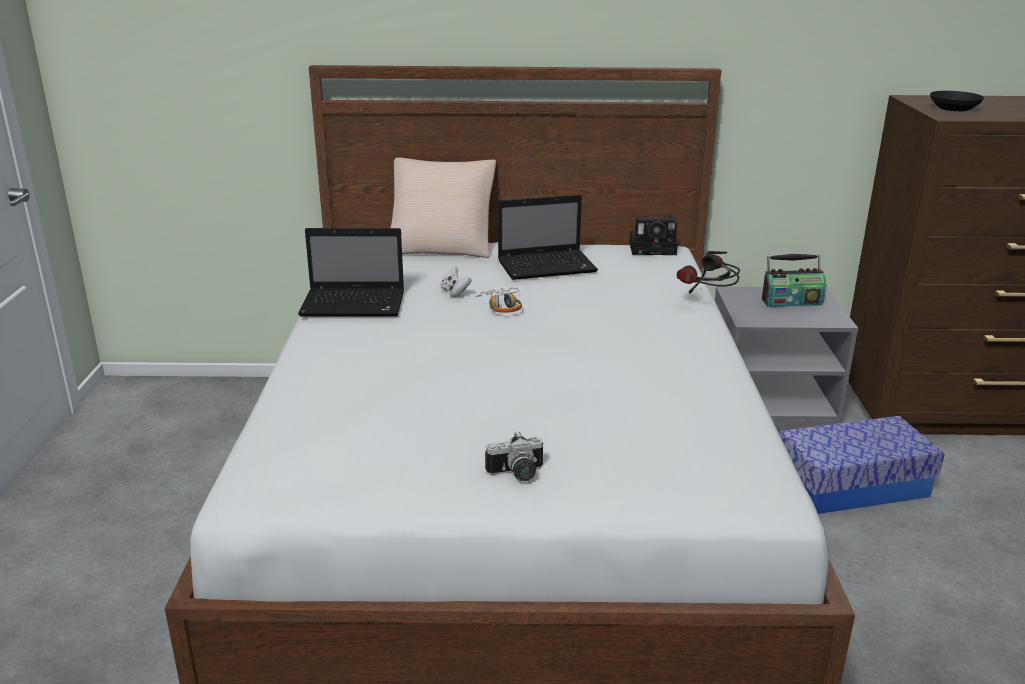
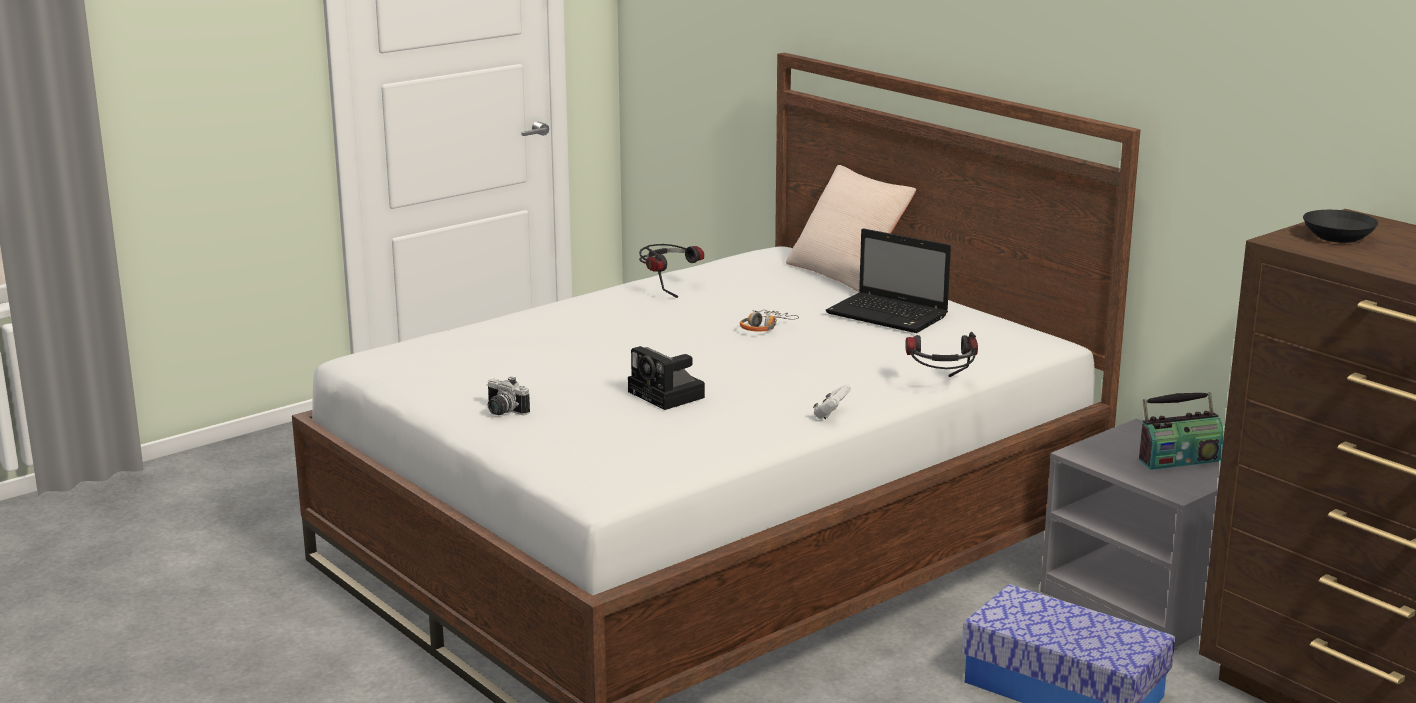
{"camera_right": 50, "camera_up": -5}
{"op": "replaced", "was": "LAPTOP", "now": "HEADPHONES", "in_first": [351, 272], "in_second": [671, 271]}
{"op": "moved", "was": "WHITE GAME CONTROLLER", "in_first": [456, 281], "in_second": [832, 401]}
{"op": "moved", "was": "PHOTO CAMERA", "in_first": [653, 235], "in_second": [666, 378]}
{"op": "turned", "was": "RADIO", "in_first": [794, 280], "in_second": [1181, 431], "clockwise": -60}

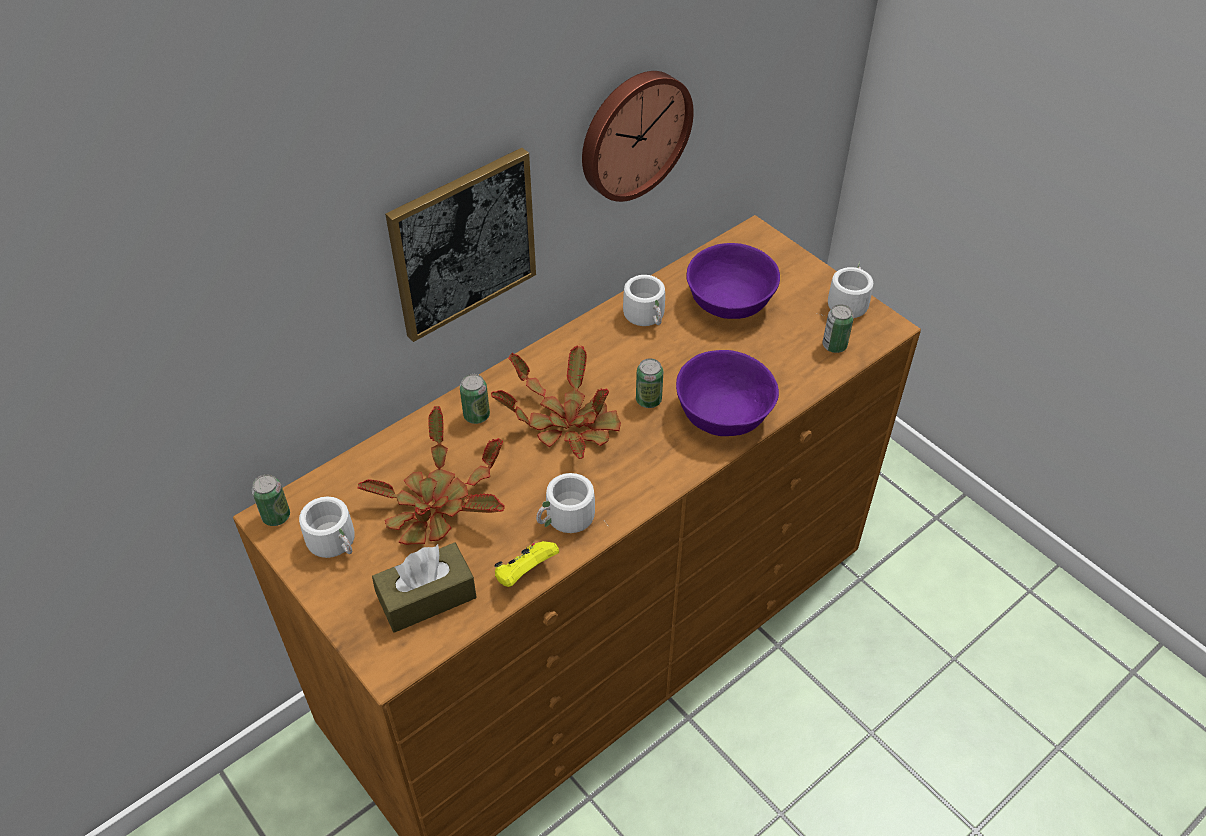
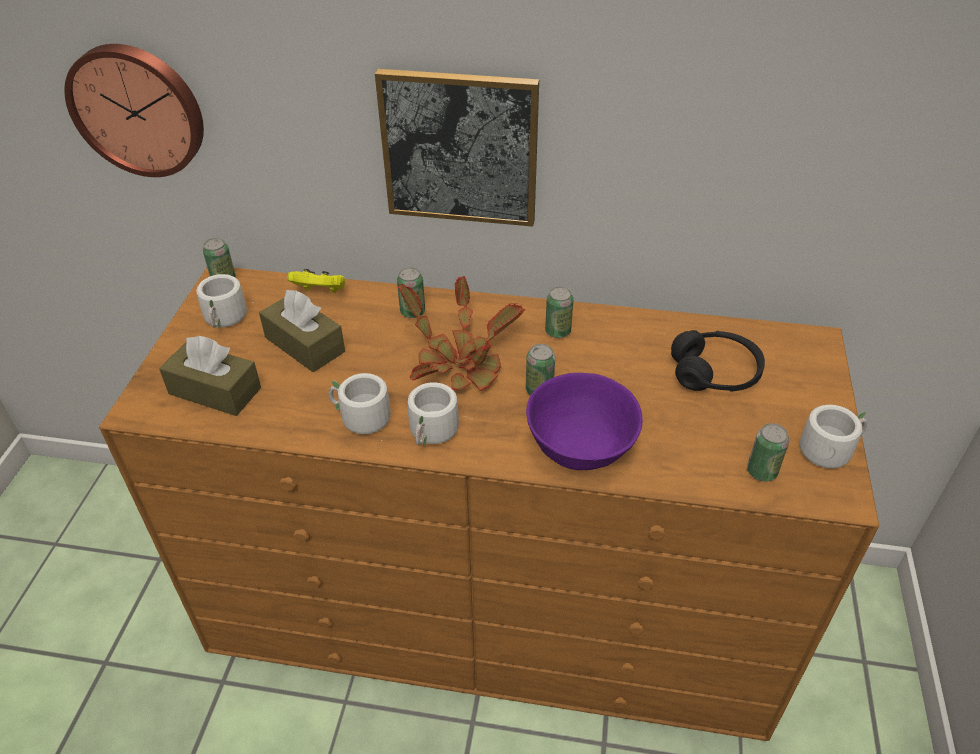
{"camera_right": 50, "camera_up": -5}
{"op": "replaced", "was": "POTTED PLANT", "now": "BROWN TISSUE BOX", "in_first": [431, 475], "in_second": [302, 331]}
{"op": "moved", "was": "YELLOW GAME CONTROLLER", "in_first": [526, 564], "in_second": [316, 281]}
{"op": "moved", "was": "WALL CLOCK", "in_first": [638, 136], "in_second": [134, 110]}
{"op": "moved", "was": "WHITE MUG", "in_first": [644, 300], "in_second": [433, 414]}
{"op": "replaced", "was": "PURPLE BOWL", "now": "BLACK HEADPHONES", "in_first": [733, 281], "in_second": [718, 361]}
{"op": "added", "now": "CAN", "in_second": [559, 312]}

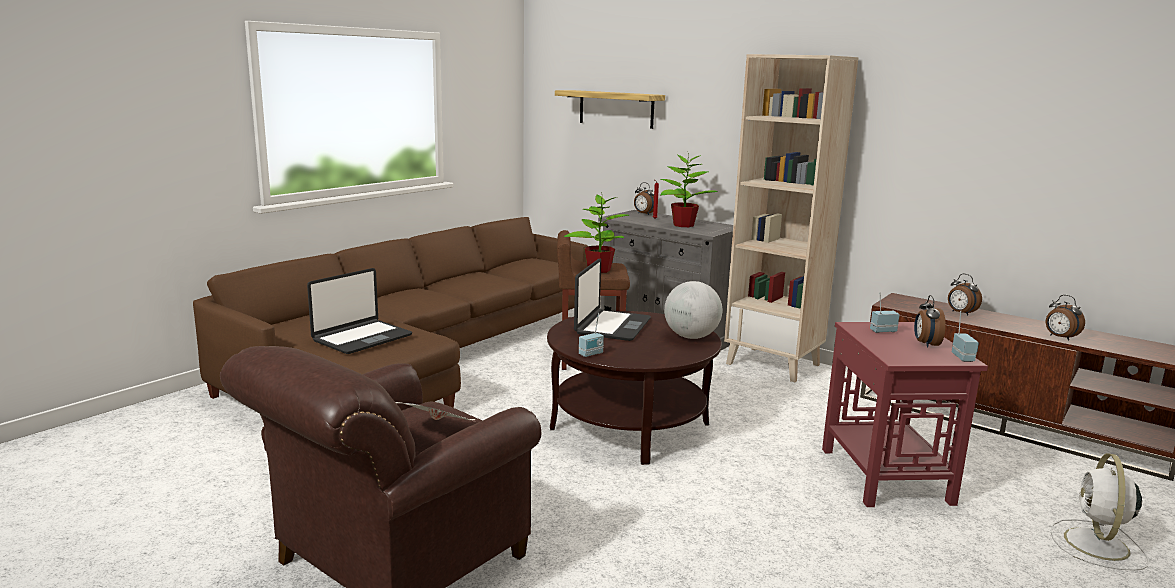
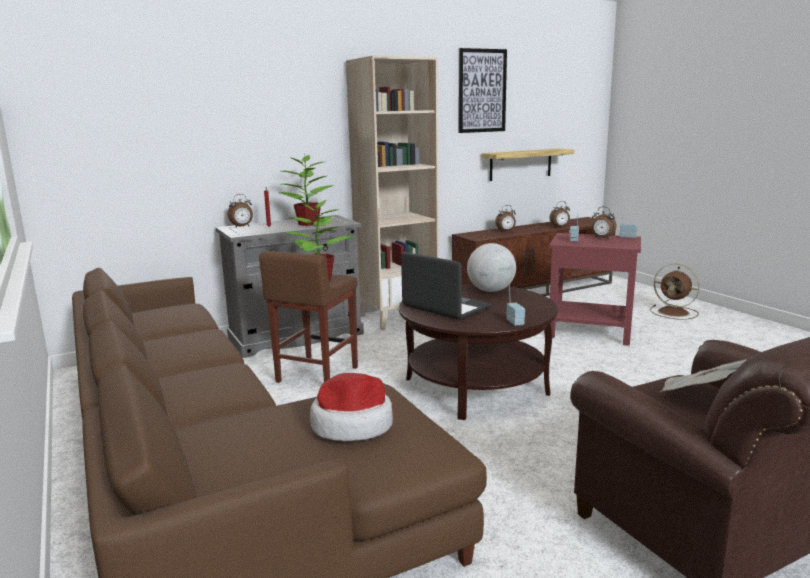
{"camera_right": -65, "camera_up": 0}
{"op": "replaced", "was": "LAPTOP", "now": "HAT", "in_first": [359, 311], "in_second": [351, 407]}
{"op": "moved", "was": "SHELF", "in_first": [610, 109], "in_second": [528, 165]}
{"op": "recoloured", "was": "WHITE FAN", "now": "BROWN FAN", "in_first": [1100, 512], "in_second": [675, 291]}
{"op": "added", "now": "PICTURE", "in_second": [483, 90]}

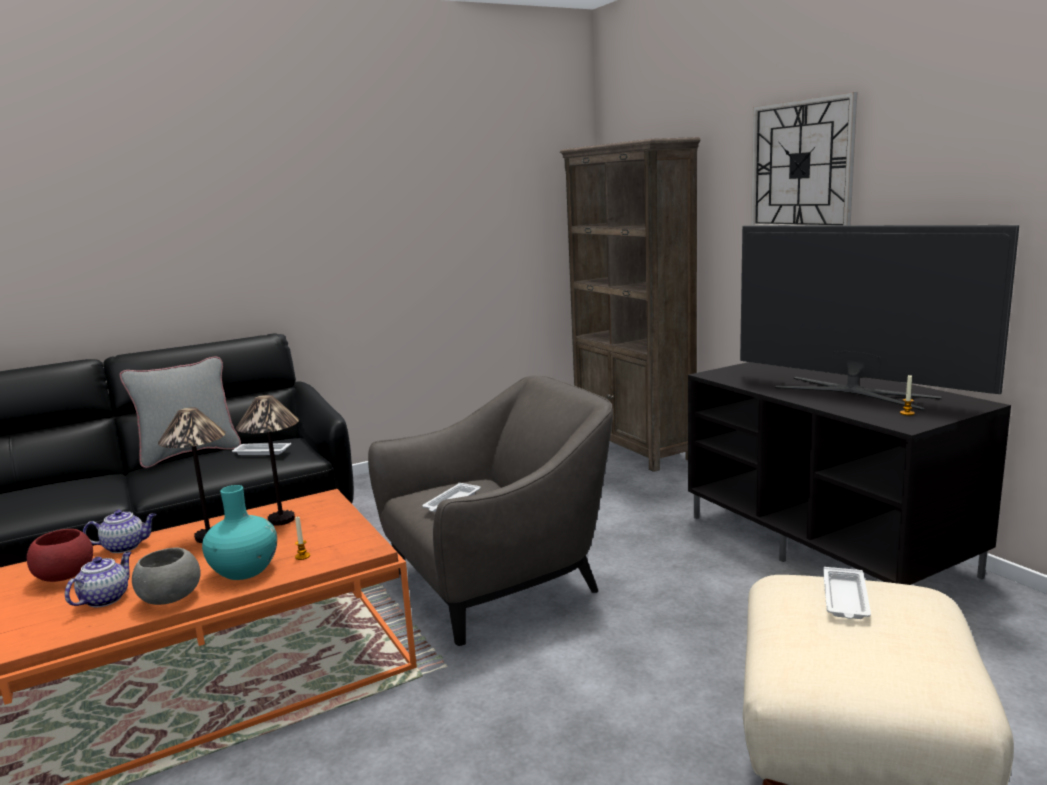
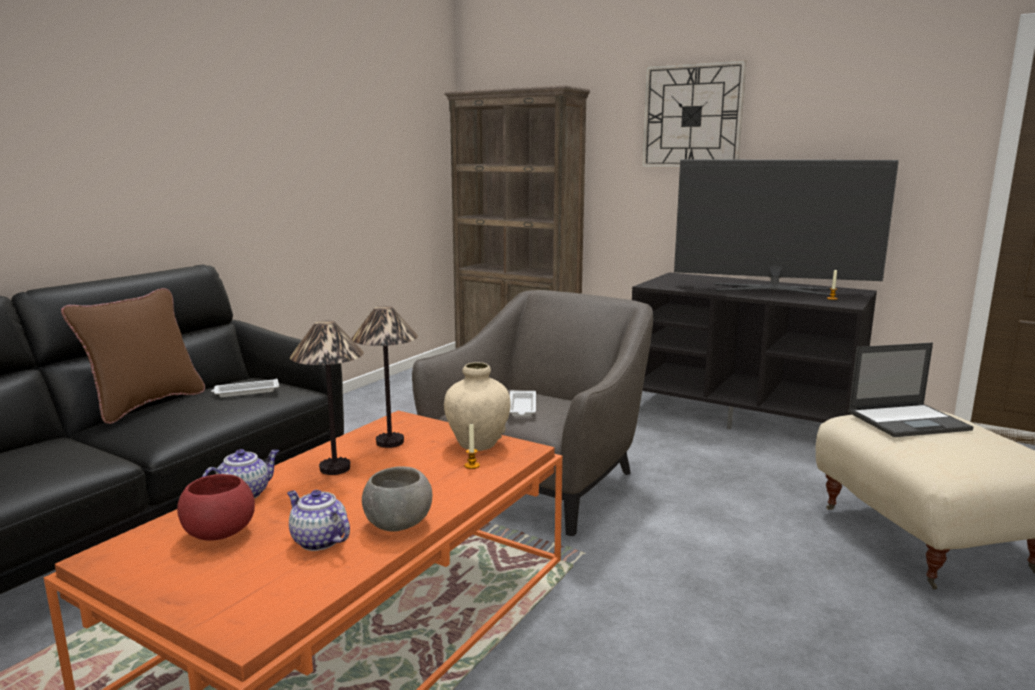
{"camera_right": -30, "camera_up": 0}
{"op": "turned", "was": "TEAPOT", "in_first": [98, 579], "in_second": [318, 520], "clockwise": -45}
{"op": "recoloured", "was": "GREY PILLOW", "now": "BROWN PILLOW", "in_first": [180, 412], "in_second": [133, 356]}
{"op": "removed", "was": "TURQUOISE VASE", "in_first": [239, 532]}
{"op": "replaced", "was": "WHITE TRAY", "now": "LAPTOP", "in_first": [847, 593], "in_second": [910, 390]}
{"op": "added", "now": "BEIGE VASE", "in_second": [477, 406]}

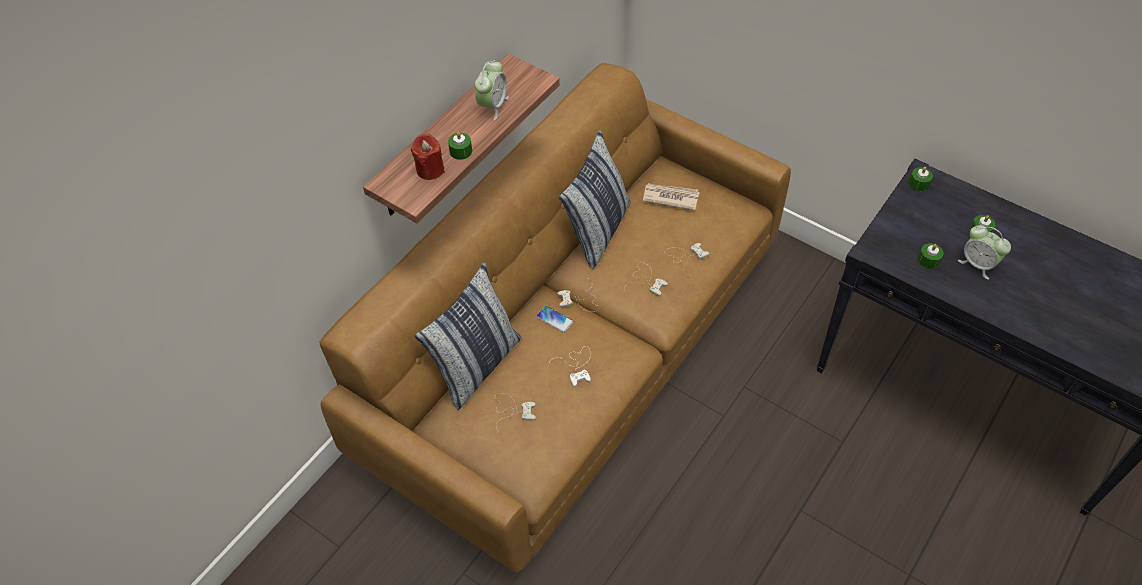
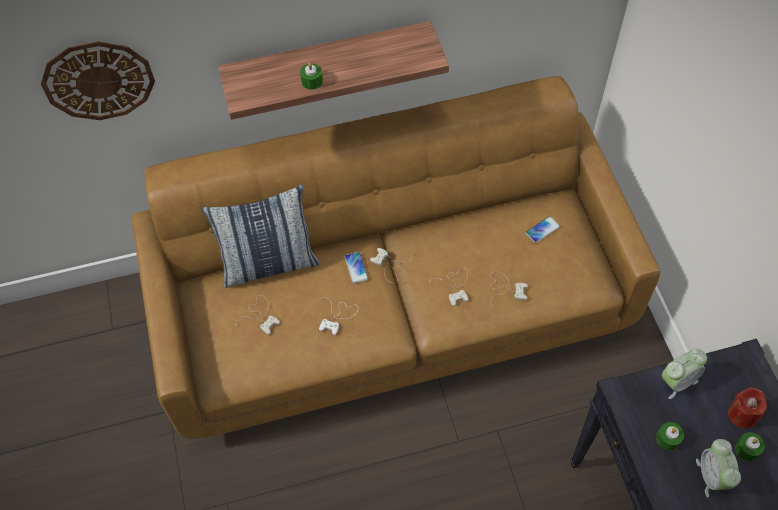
{"camera_right": 40, "camera_up": 5}
{"op": "moved", "was": "RED CANDLE", "in_first": [428, 157], "in_second": [747, 408]}
{"op": "moved", "was": "ALARM CLOCK", "in_first": [492, 90], "in_second": [684, 373]}
{"op": "removed", "was": "PILLOW", "in_first": [594, 199]}
{"op": "replaced", "was": "NEWSPAPER", "now": "PHONE", "in_first": [671, 197], "in_second": [543, 229]}
{"op": "removed", "was": "GREEN CANDLE", "in_first": [921, 179]}
{"op": "added", "now": "WALL CLOCK", "in_second": [98, 80]}

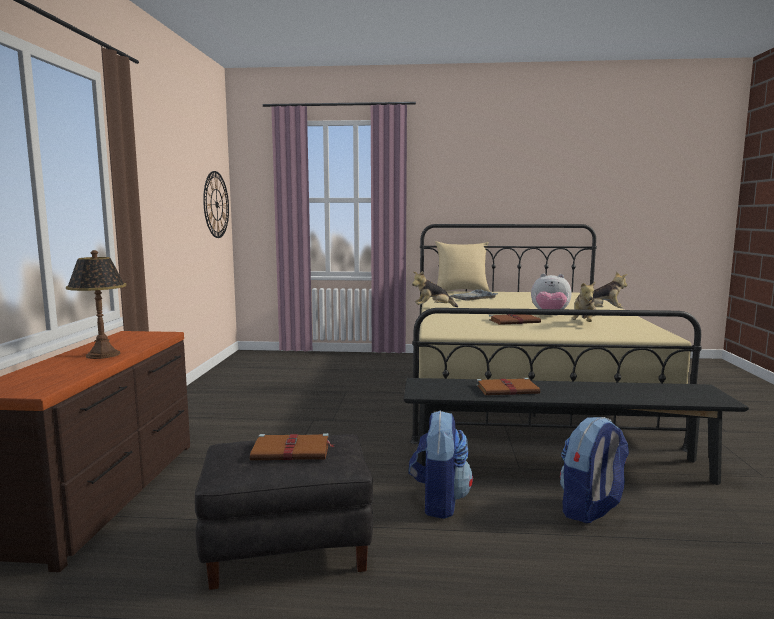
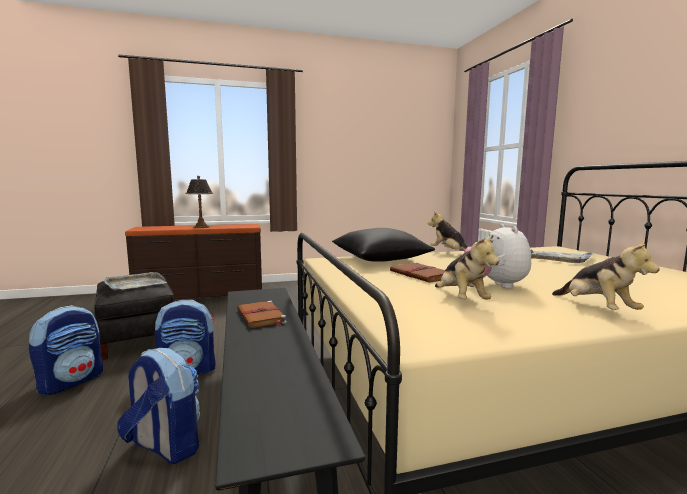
{"camera_right": 70, "camera_up": 0}
{"op": "removed", "was": "WALL CLOCK", "in_first": [216, 204]}
{"op": "replaced", "was": "BROWN BOOK", "now": "GREY TRAY", "in_first": [292, 446], "in_second": [135, 281]}
{"op": "removed", "was": "BEIGE PILLOW", "in_first": [462, 266]}
{"op": "turned", "was": "PLUSH TOY", "in_first": [584, 302], "in_second": [467, 266], "clockwise": -105}
{"op": "added", "now": "BACKPACK", "in_second": [66, 350]}
{"op": "added", "now": "BLACK PILLOW", "in_second": [383, 245]}

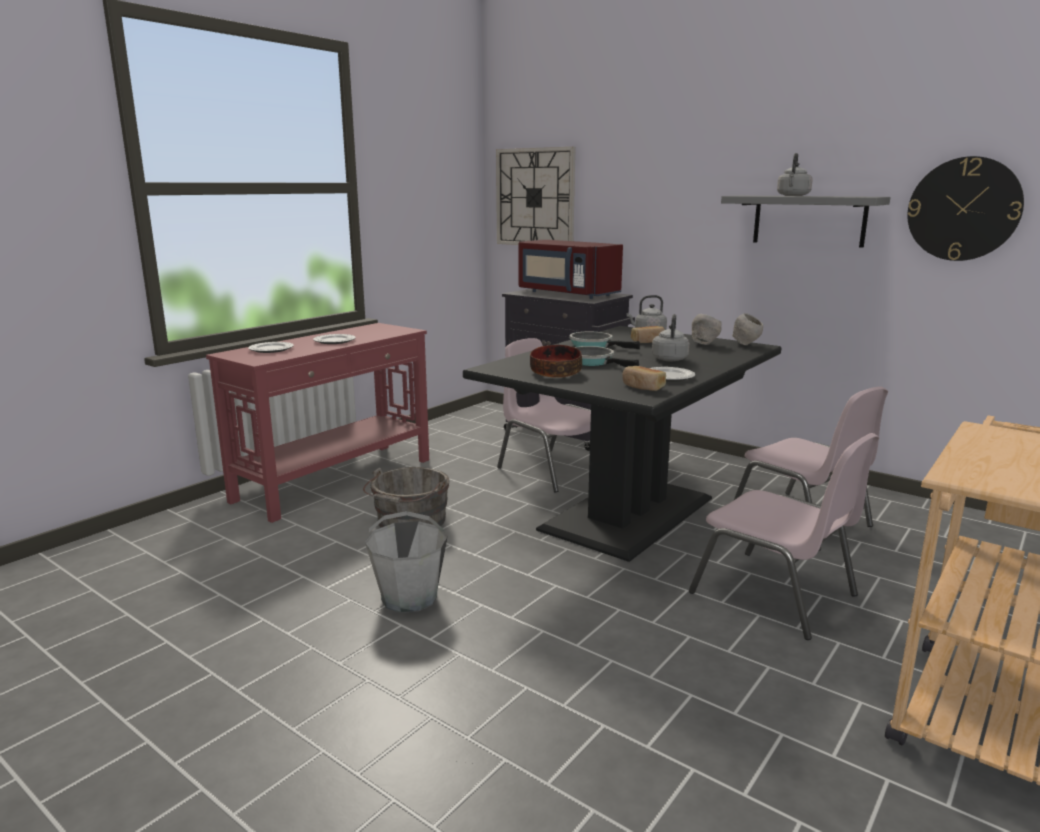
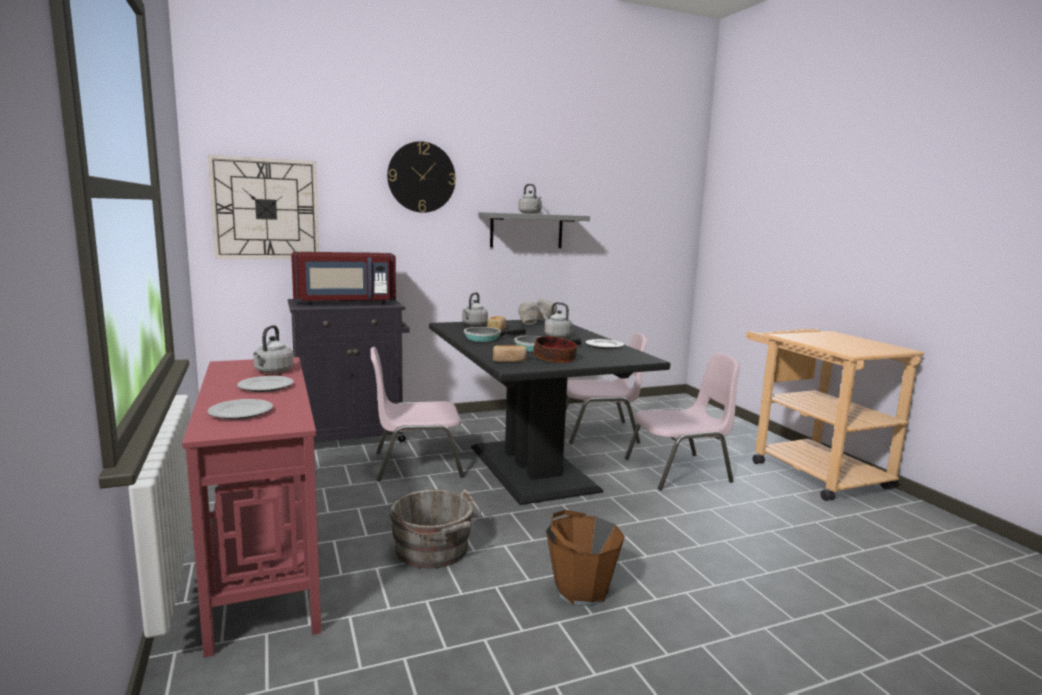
{"camera_right": -60, "camera_up": -5}
{"op": "recoloured", "was": "GREY BUCKET", "now": "BROWN BUCKET", "in_first": [406, 562], "in_second": [585, 558]}
{"op": "moved", "was": "BREAD", "in_first": [644, 378], "in_second": [510, 353]}
{"op": "moved", "was": "WALL CLOCK", "in_first": [965, 208], "in_second": [421, 177]}
{"op": "added", "now": "GREY KETTLE", "in_second": [273, 349]}

